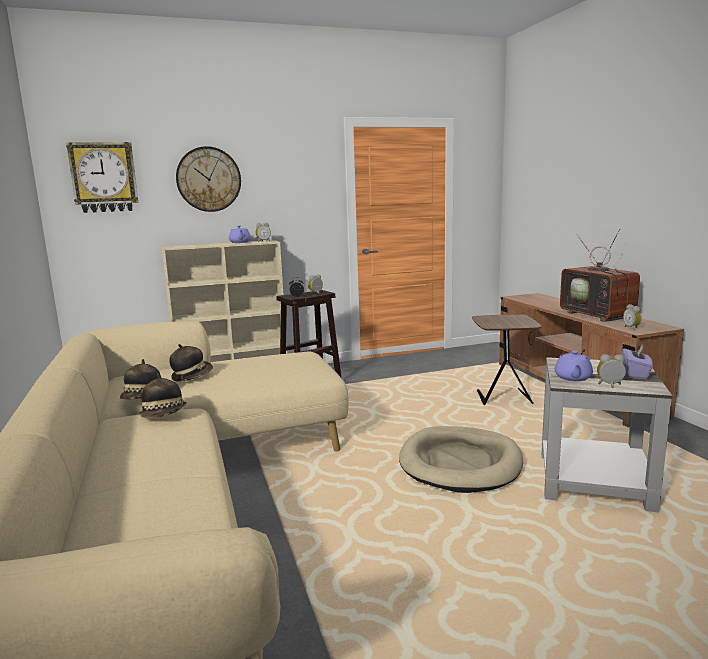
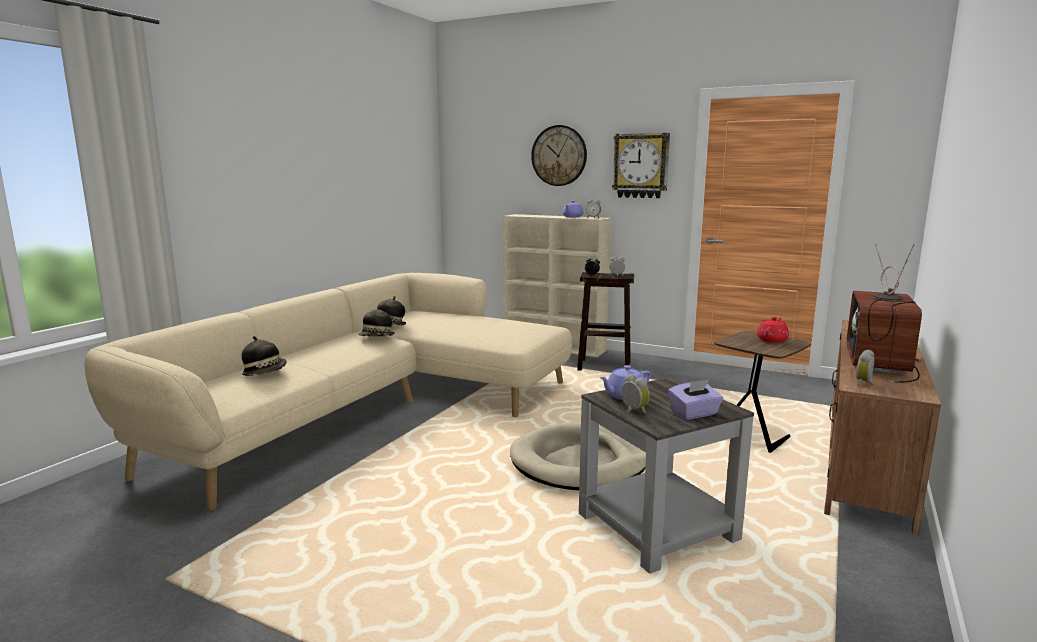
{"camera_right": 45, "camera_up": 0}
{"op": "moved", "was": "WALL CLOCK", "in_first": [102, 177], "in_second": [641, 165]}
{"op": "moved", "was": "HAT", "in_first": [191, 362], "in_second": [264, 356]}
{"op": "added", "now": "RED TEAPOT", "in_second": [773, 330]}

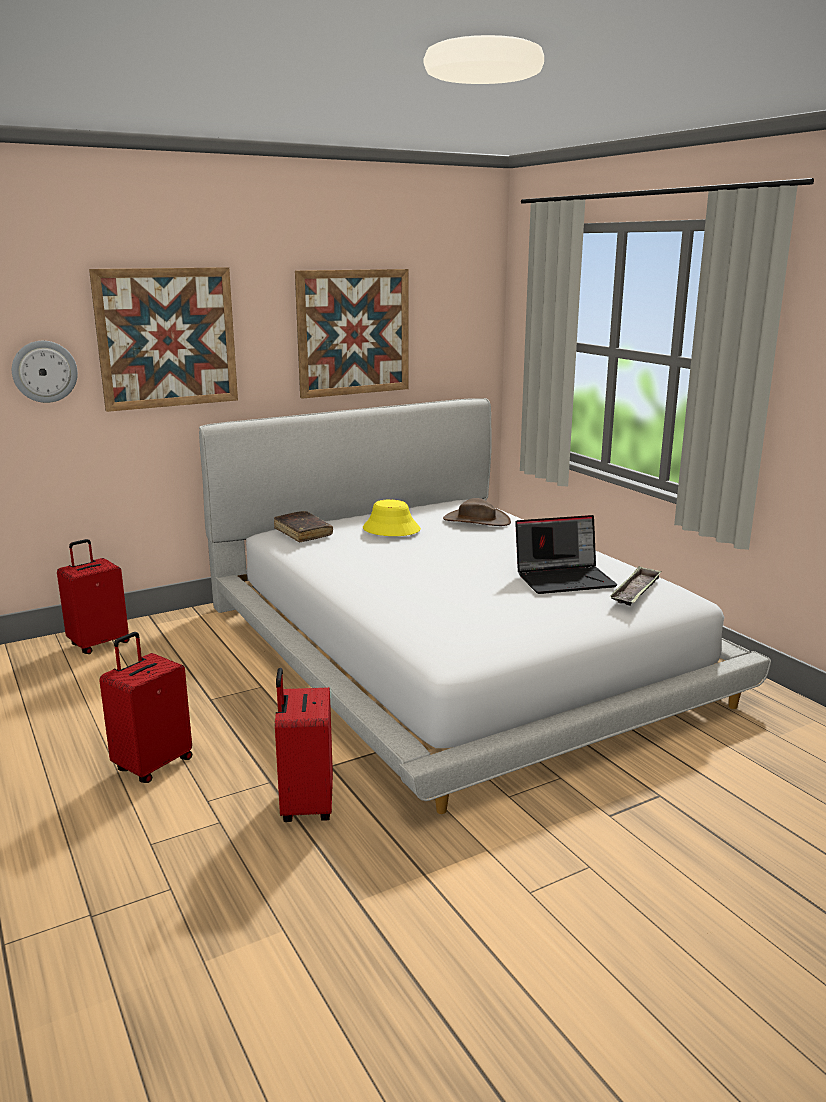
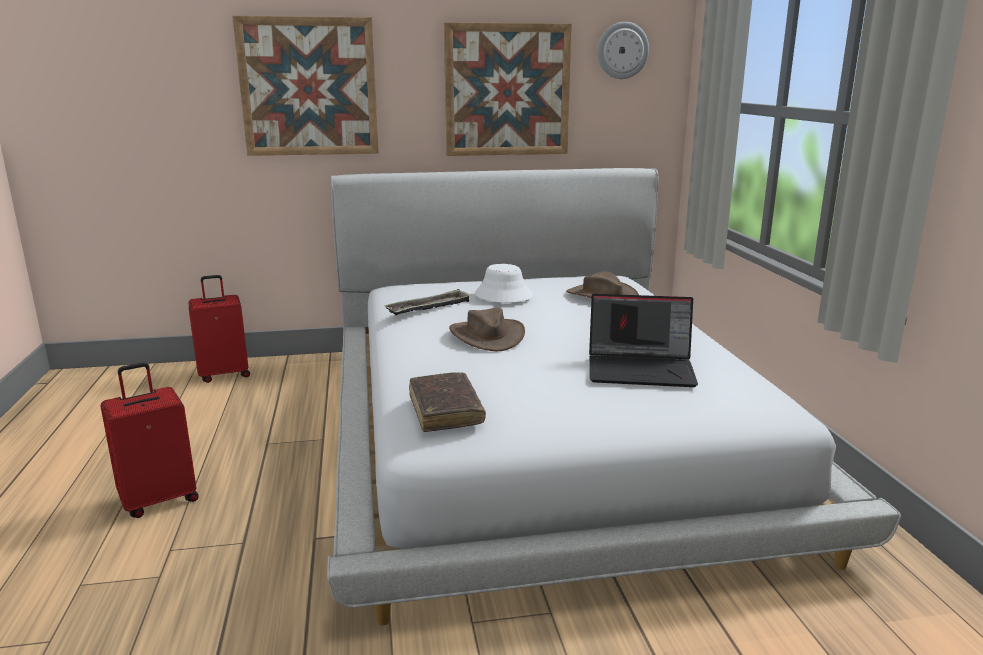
{"camera_right": 20, "camera_up": 0}
{"op": "moved", "was": "WALL CLOCK", "in_first": [45, 372], "in_second": [623, 50]}
{"op": "moved", "was": "BROWN BOOK", "in_first": [303, 527], "in_second": [447, 402]}
{"op": "removed", "was": "RED SUITCASE", "in_first": [304, 745]}
{"op": "recoloured", "was": "YELLOW HAT", "now": "WHITE HAT", "in_first": [392, 518], "in_second": [504, 283]}
{"op": "moved", "was": "TRAY", "in_first": [635, 586], "in_second": [427, 302]}
{"op": "added", "now": "BROWN HAT", "in_second": [487, 329]}

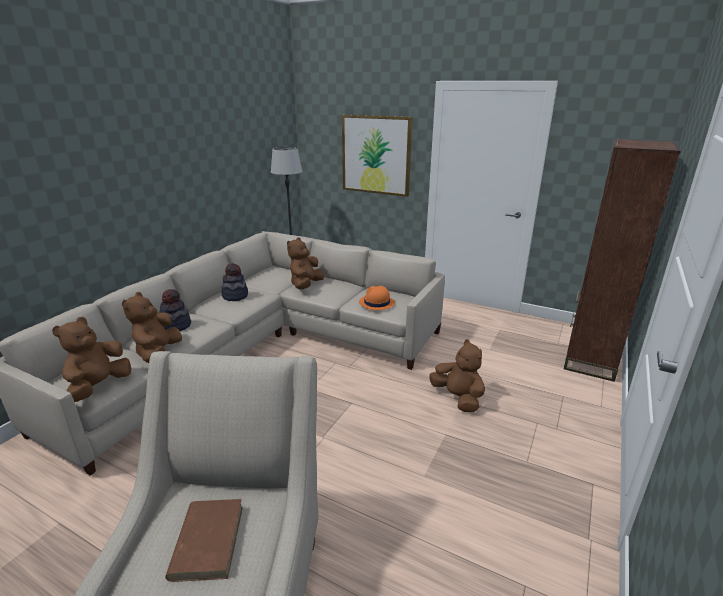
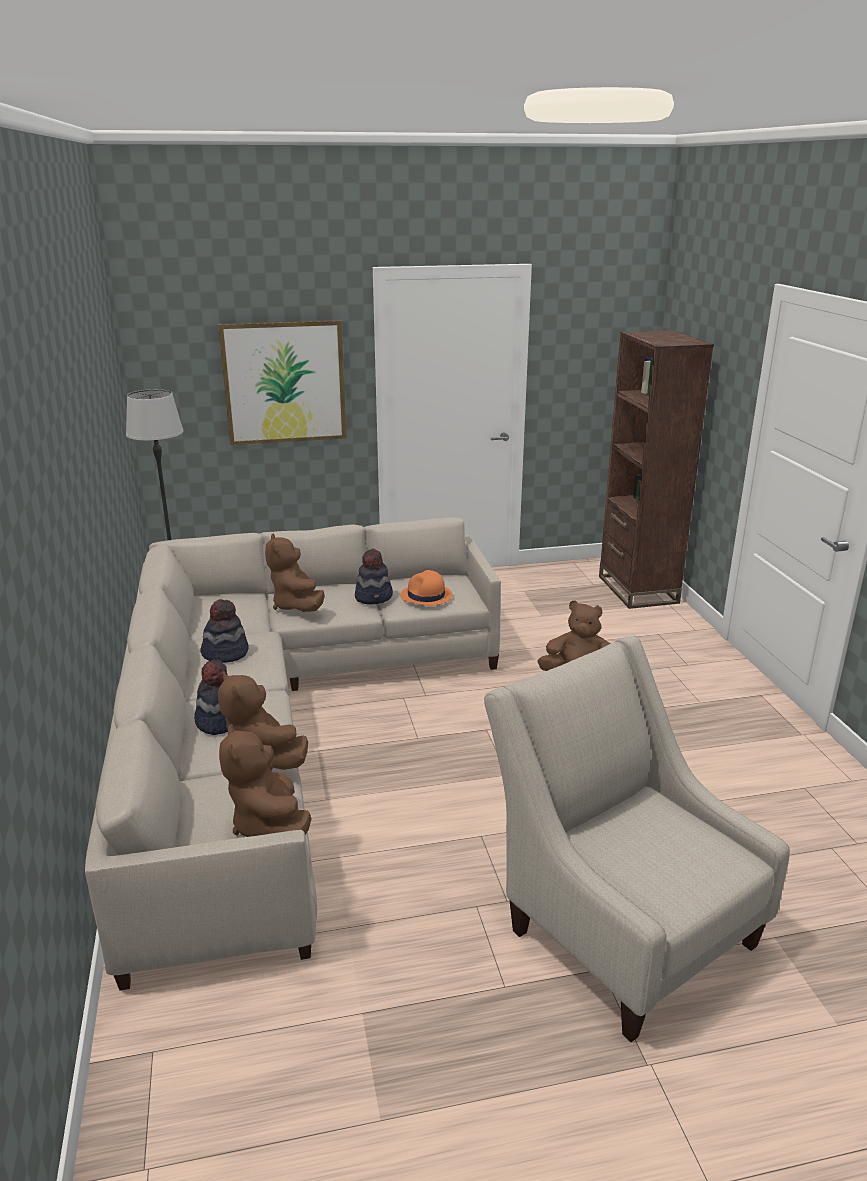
{"camera_right": -40, "camera_up": 0}
{"op": "removed", "was": "BROWN BOOK", "in_first": [204, 540]}
{"op": "added", "now": "HAT", "in_second": [374, 576]}

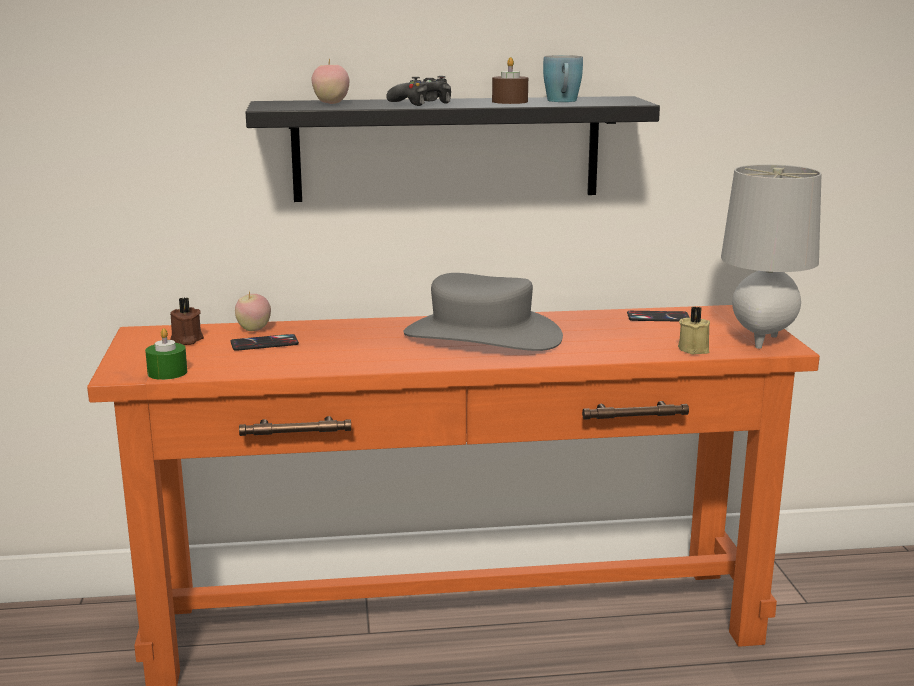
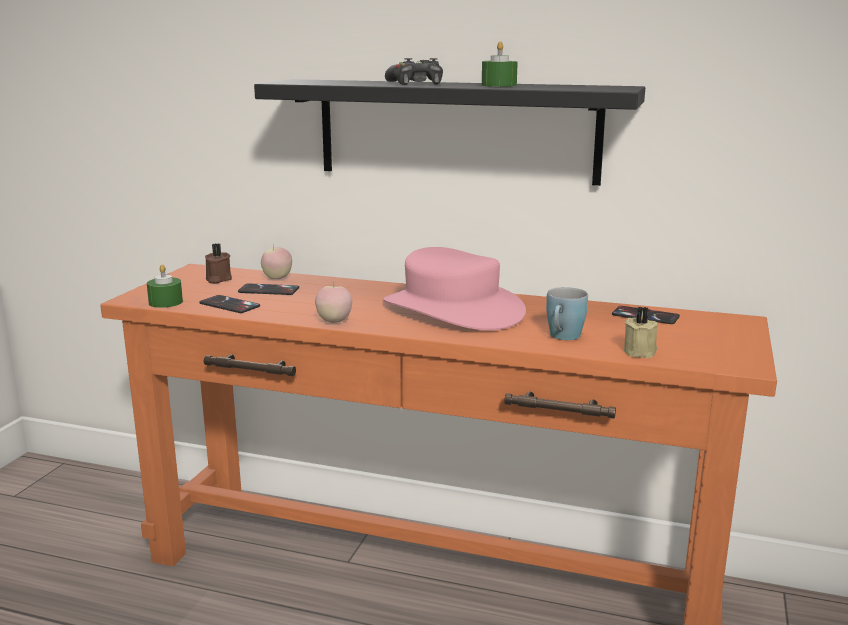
{"camera_right": 25, "camera_up": 0}
{"op": "moved", "was": "APPLE", "in_first": [330, 81], "in_second": [333, 302]}
{"op": "recoloured", "was": "GREY HAT", "now": "PINK HAT", "in_first": [483, 312], "in_second": [454, 288]}
{"op": "recoloured", "was": "BROWN CANDLE", "now": "GREEN CANDLE", "in_first": [510, 80], "in_second": [500, 64]}
{"op": "moved", "was": "BLUE MUG", "in_first": [563, 78], "in_second": [567, 313]}
{"op": "removed", "was": "GREY TABLE LAMP", "in_first": [771, 256]}
{"op": "added", "now": "PHONE", "in_second": [229, 304]}

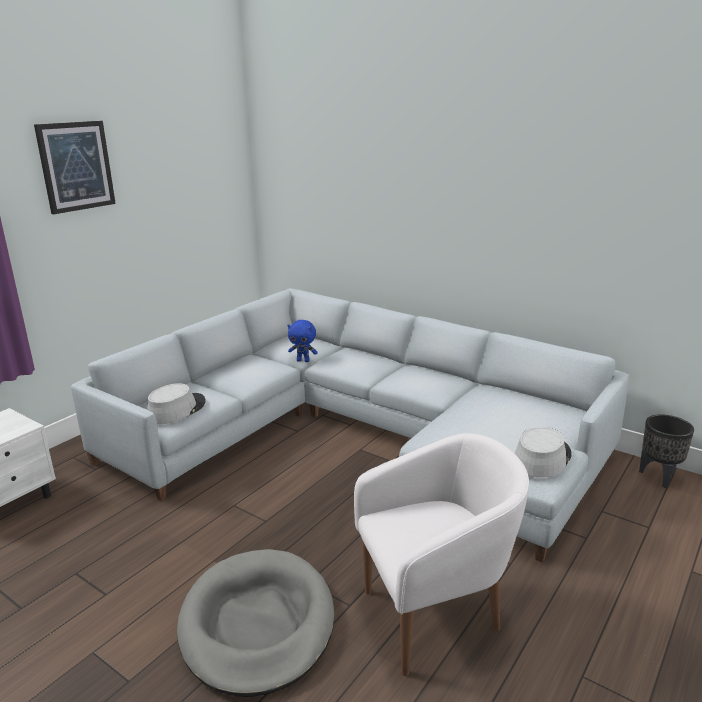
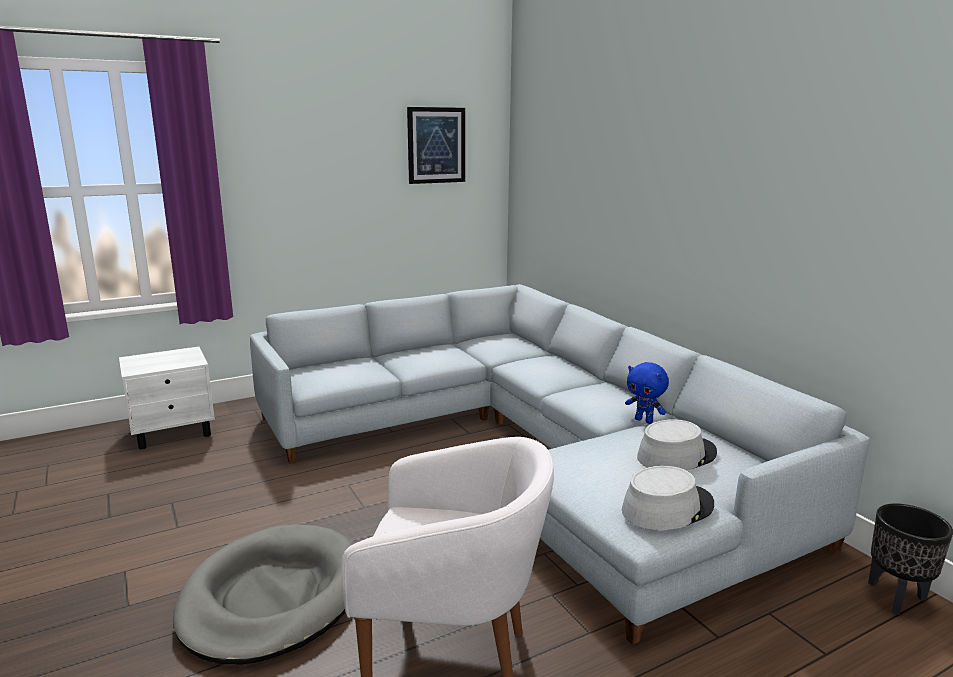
{"camera_right": 25, "camera_up": -5}
{"op": "moved", "was": "PICTURE", "in_first": [75, 167], "in_second": [436, 145]}
{"op": "moved", "was": "GREY HAT", "in_first": [176, 403], "in_second": [677, 445]}
{"op": "moved", "was": "BLUE PLUSH TOY", "in_first": [303, 341], "in_second": [647, 393]}

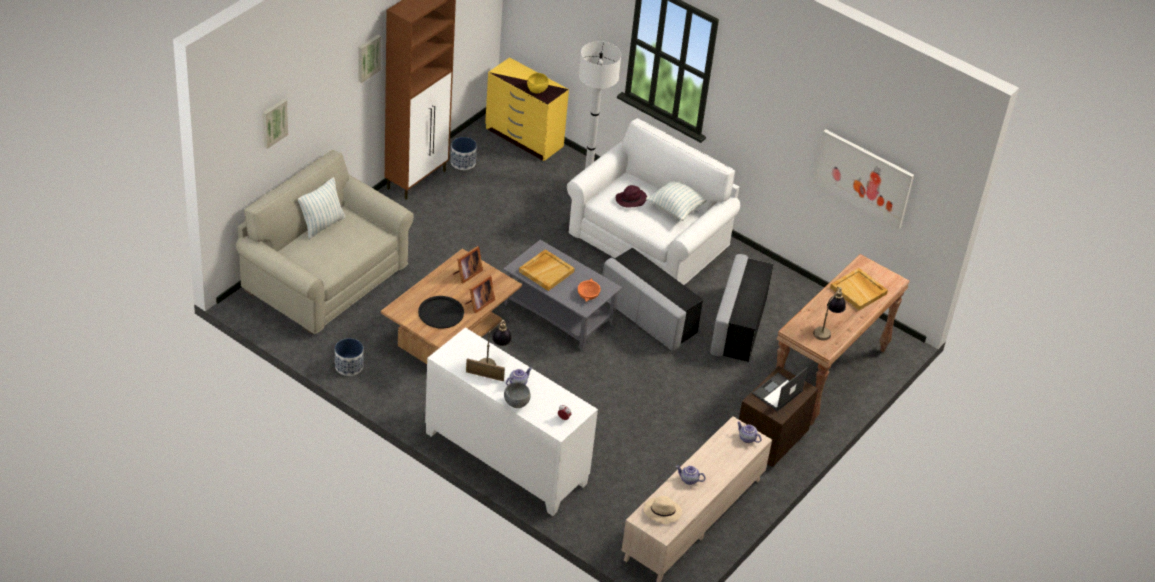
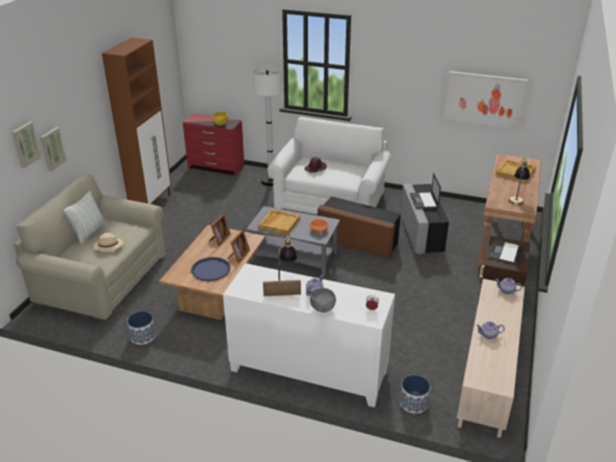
{"camera_right": -15, "camera_up": -10}
{"op": "moved", "was": "PICTURE", "in_first": [369, 59], "in_second": [53, 149]}
{"op": "recoloured", "was": "BLACK TRAY", "now": "BLUE TRAY", "in_first": [441, 312], "in_second": [211, 269]}
{"op": "moved", "was": "PLANTER", "in_first": [464, 153], "in_second": [415, 394]}
{"op": "recoloured", "was": "YELLOW DRESSER", "now": "RED DRESSER", "in_first": [527, 109], "in_second": [213, 144]}
{"op": "recoloured", "was": "GREY OTTOMAN", "now": "BROWN OTTOMAN", "in_first": [653, 299], "in_second": [359, 227]}
{"op": "moved", "was": "BEIGE HAT", "in_first": [663, 510], "in_second": [108, 242]}
{"op": "removed", "was": "PILLOW", "in_first": [676, 201]}
{"op": "added", "now": "LAPTOP", "in_second": [425, 191]}

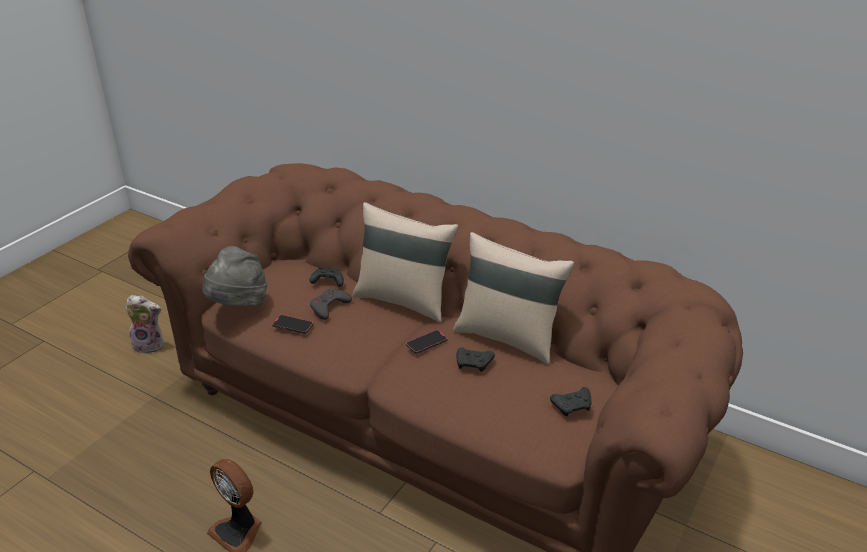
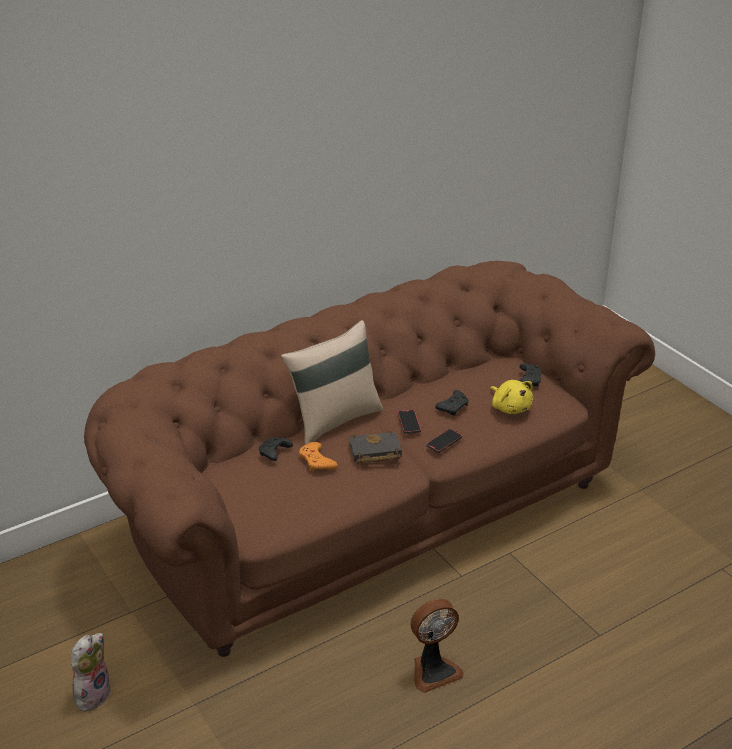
{"camera_right": -65, "camera_up": 0}
{"op": "removed", "was": "GREY HAT", "in_first": [234, 276]}
{"op": "moved", "was": "PHONE", "in_first": [293, 324], "in_second": [444, 441]}
{"op": "recoloured", "was": "GREY GAME CONTROLLER", "now": "ORANGE GAME CONTROLLER", "in_first": [331, 304], "in_second": [318, 456]}
{"op": "removed", "was": "BEIGE PILLOW", "in_first": [513, 298]}
{"op": "added", "now": "BLACK BOOK", "in_second": [375, 447]}
{"op": "added", "now": "YELLOW PLUSH TOY", "in_second": [511, 397]}

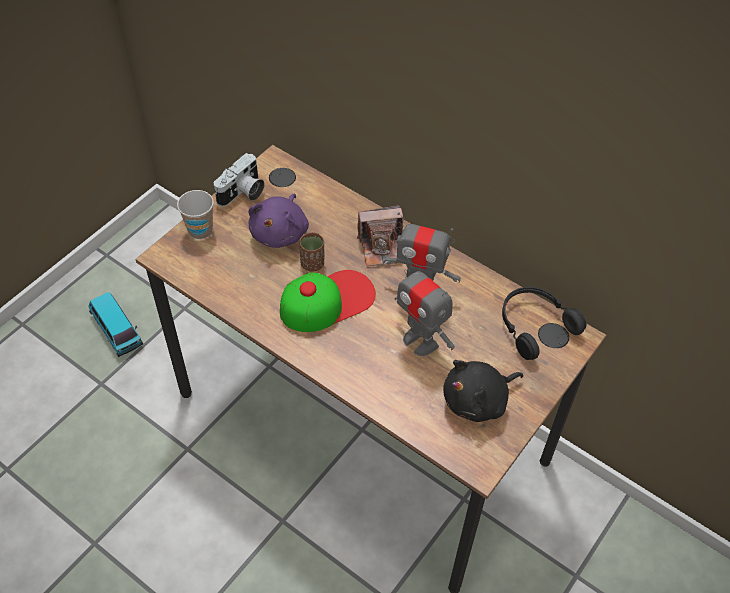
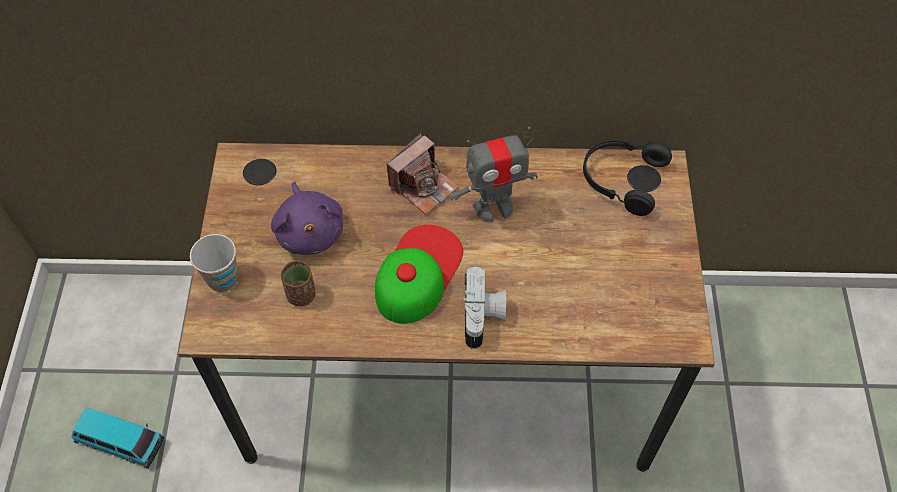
{"camera_right": -35, "camera_up": 5}
{"op": "moved", "was": "PHOTO CAMERA", "in_first": [239, 180], "in_second": [485, 307]}
{"op": "moved", "was": "BROWN CUP", "in_first": [311, 251], "in_second": [298, 283]}
{"op": "removed", "was": "TOY ROBOT", "in_first": [424, 305]}
{"op": "removed", "was": "BLACK PLUSH TOY", "in_first": [483, 391]}

